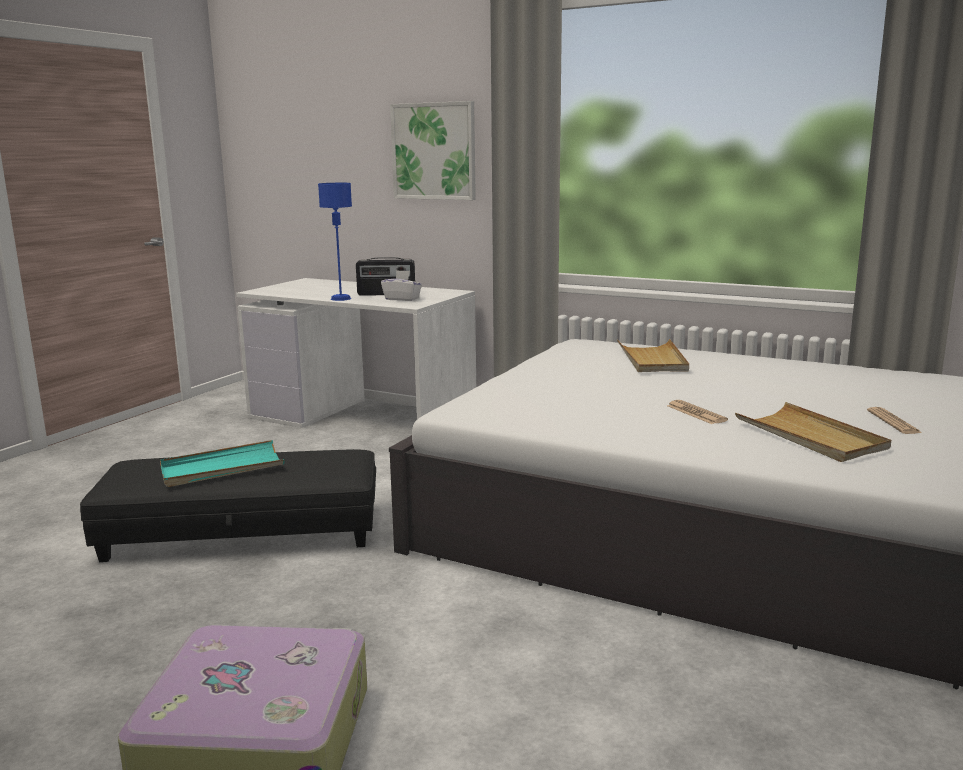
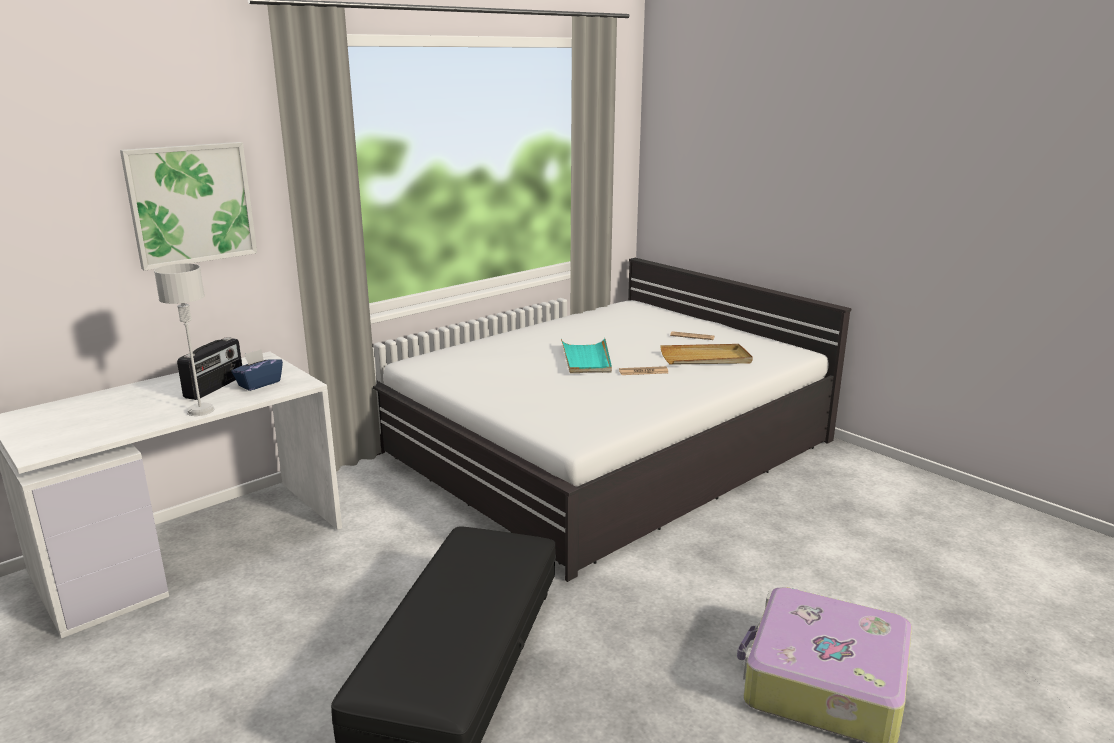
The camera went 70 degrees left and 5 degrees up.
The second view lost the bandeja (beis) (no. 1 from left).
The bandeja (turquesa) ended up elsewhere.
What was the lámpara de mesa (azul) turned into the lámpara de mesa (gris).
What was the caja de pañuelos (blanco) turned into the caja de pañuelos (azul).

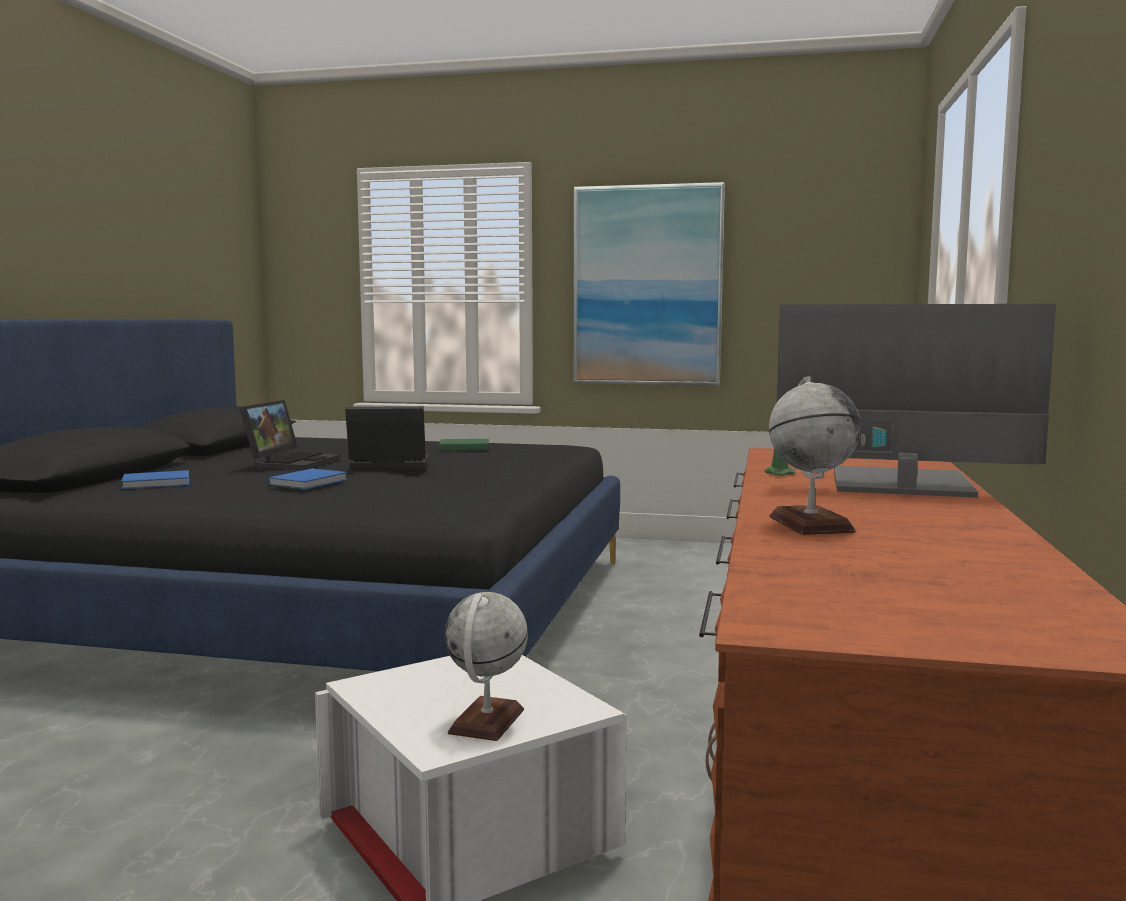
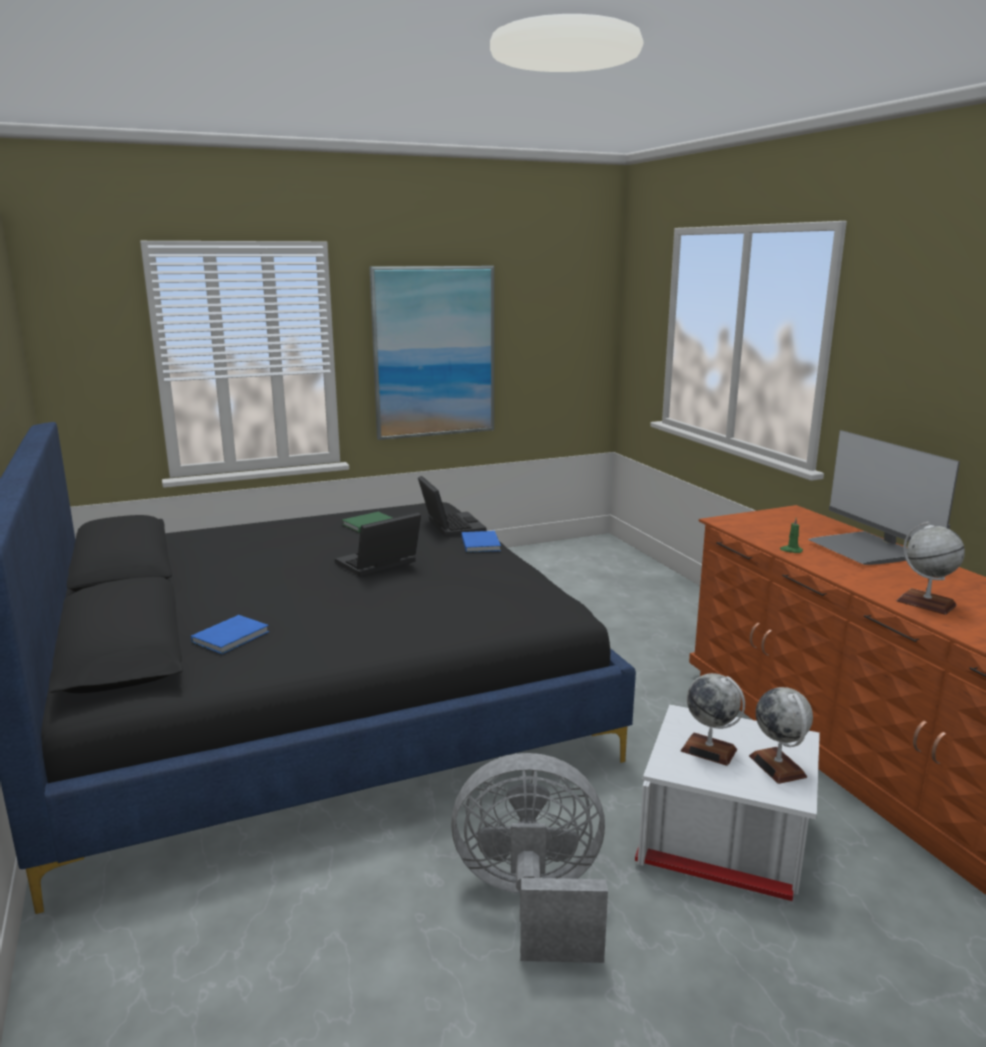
The camera went 35 degrees left and 10 degrees up.
The second view gained the ventilador (gris).
The second view gained the globo terráqueo (no. 1 from left).
The portátil (no. 1 from left in the first image) ended up elsewhere.
The libro (azul) (no. 2 from left) ended up elsewhere.
The monitor ended up facing another way, 90 degrees counterclockwise from before.

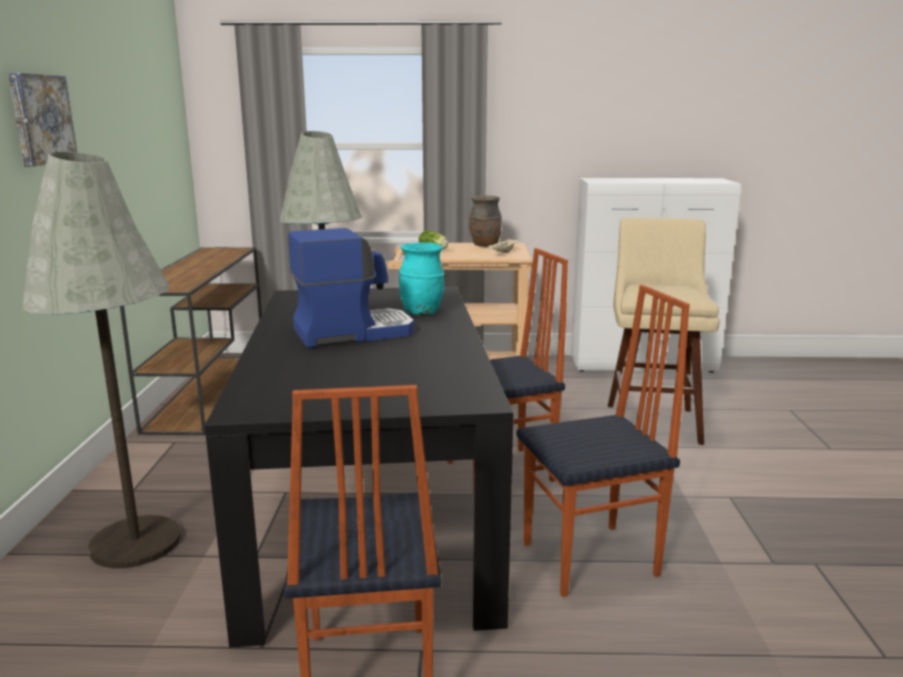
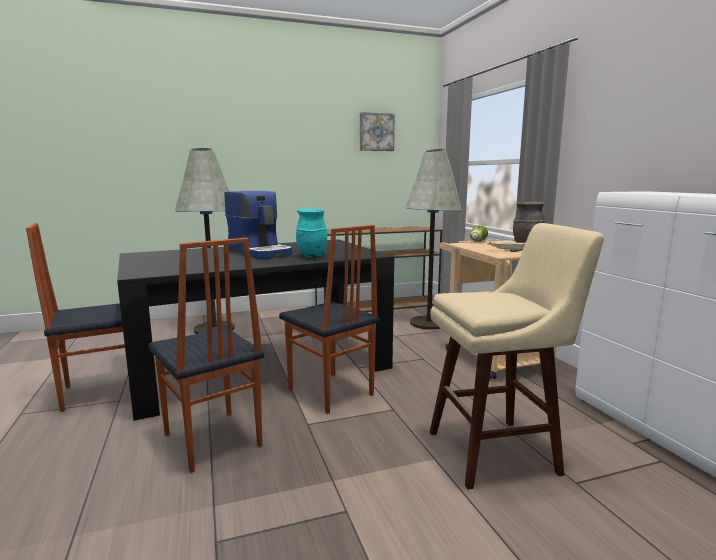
The camera went 70 degrees right and 5 degrees down.
The cuadro ended up elsewhere.

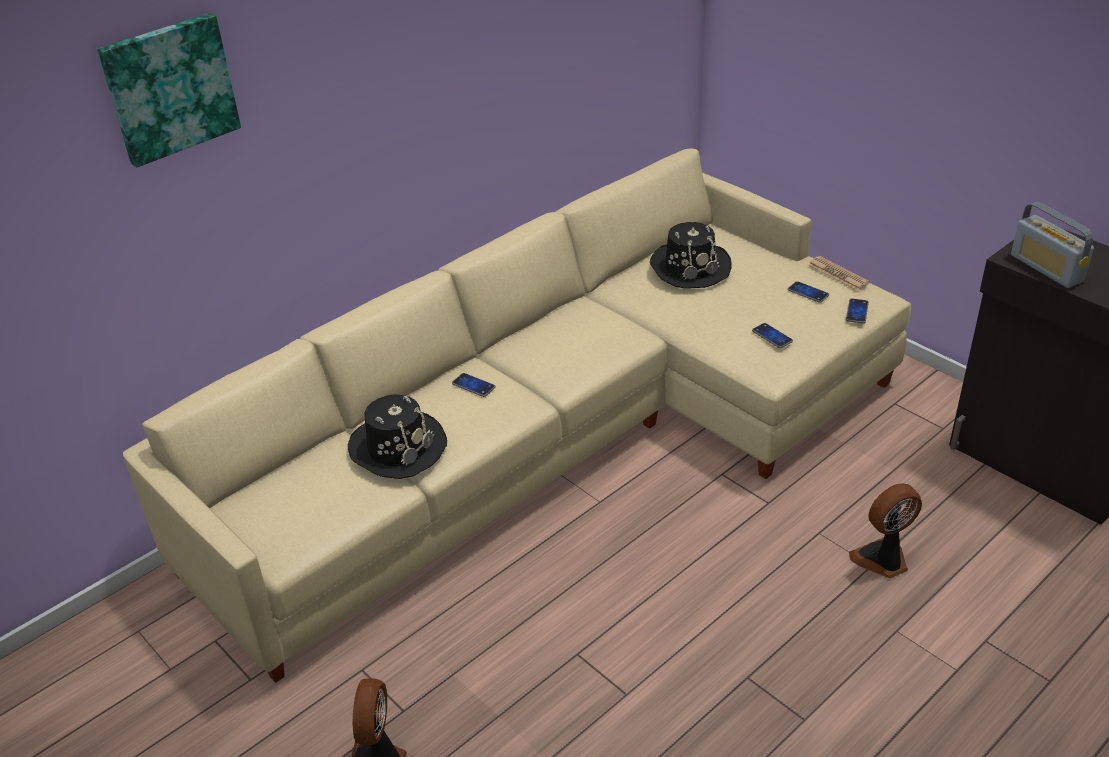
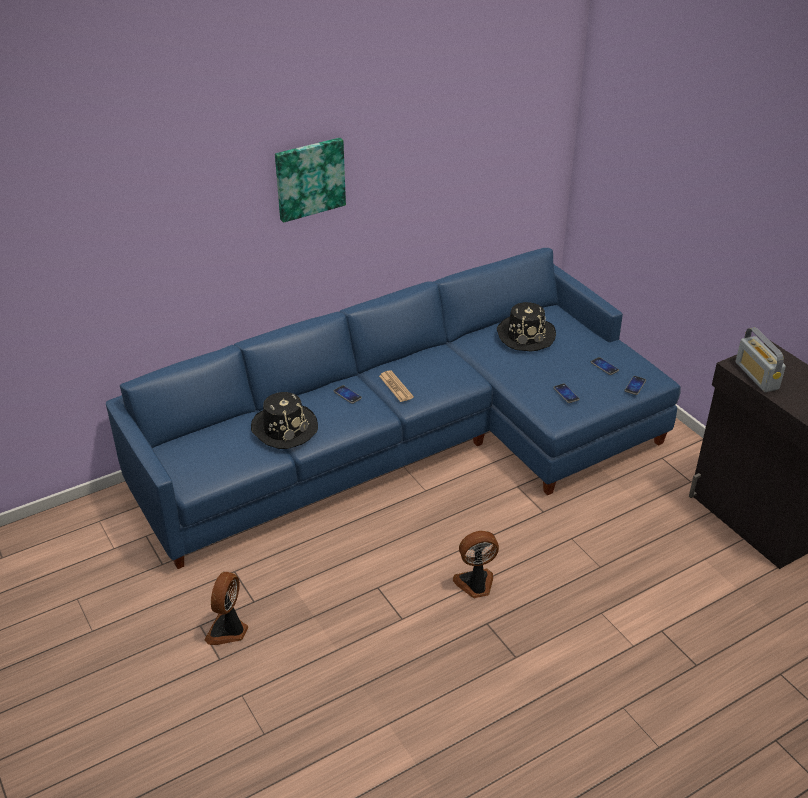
The camera went 10 degrees right and 0 degrees up.
The cuadro ended up elsewhere.
The periódico ended up elsewhere.
The ventilador (no. 2 from left) ended up elsewhere.
What was the sofá (beis) turned into the sofá (azul).

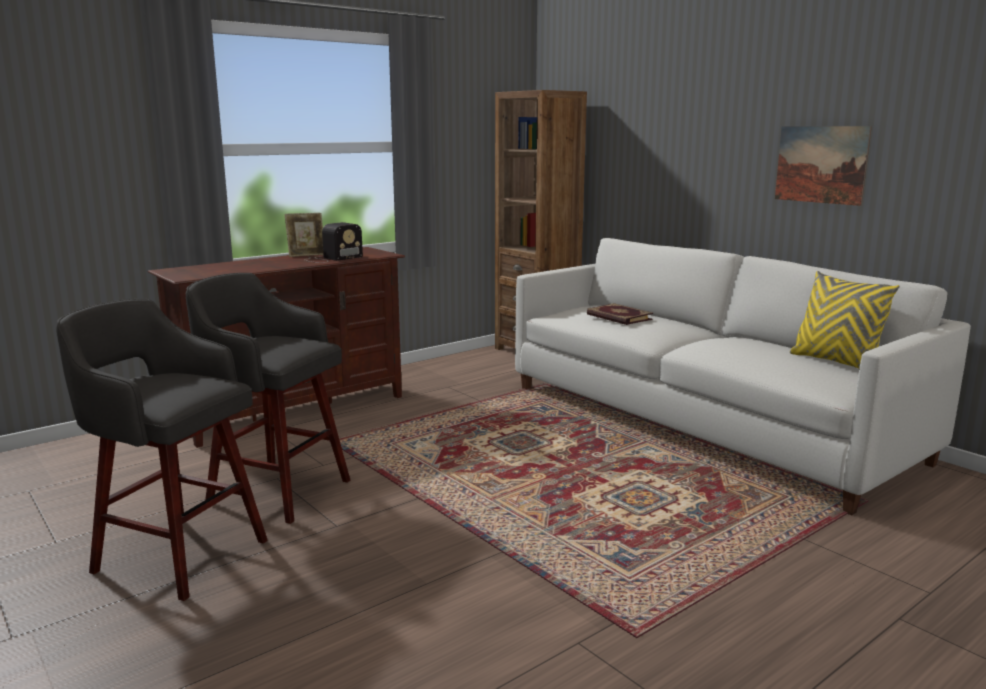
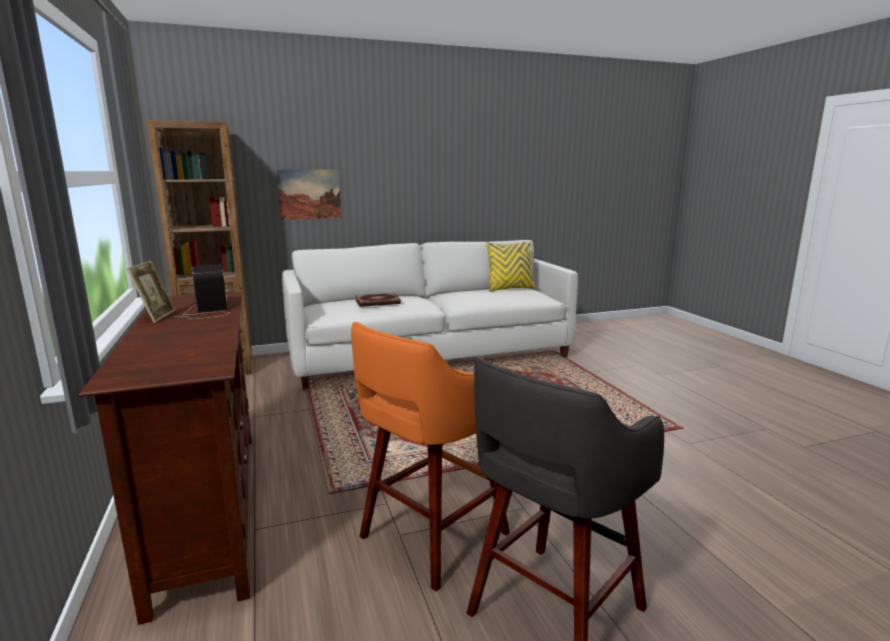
The camera went 70 degrees left and 0 degrees up.
The cuadro ended up elsewhere.
What was the taburete (gris) (no. 2 from left) turned into the taburete (naranja).

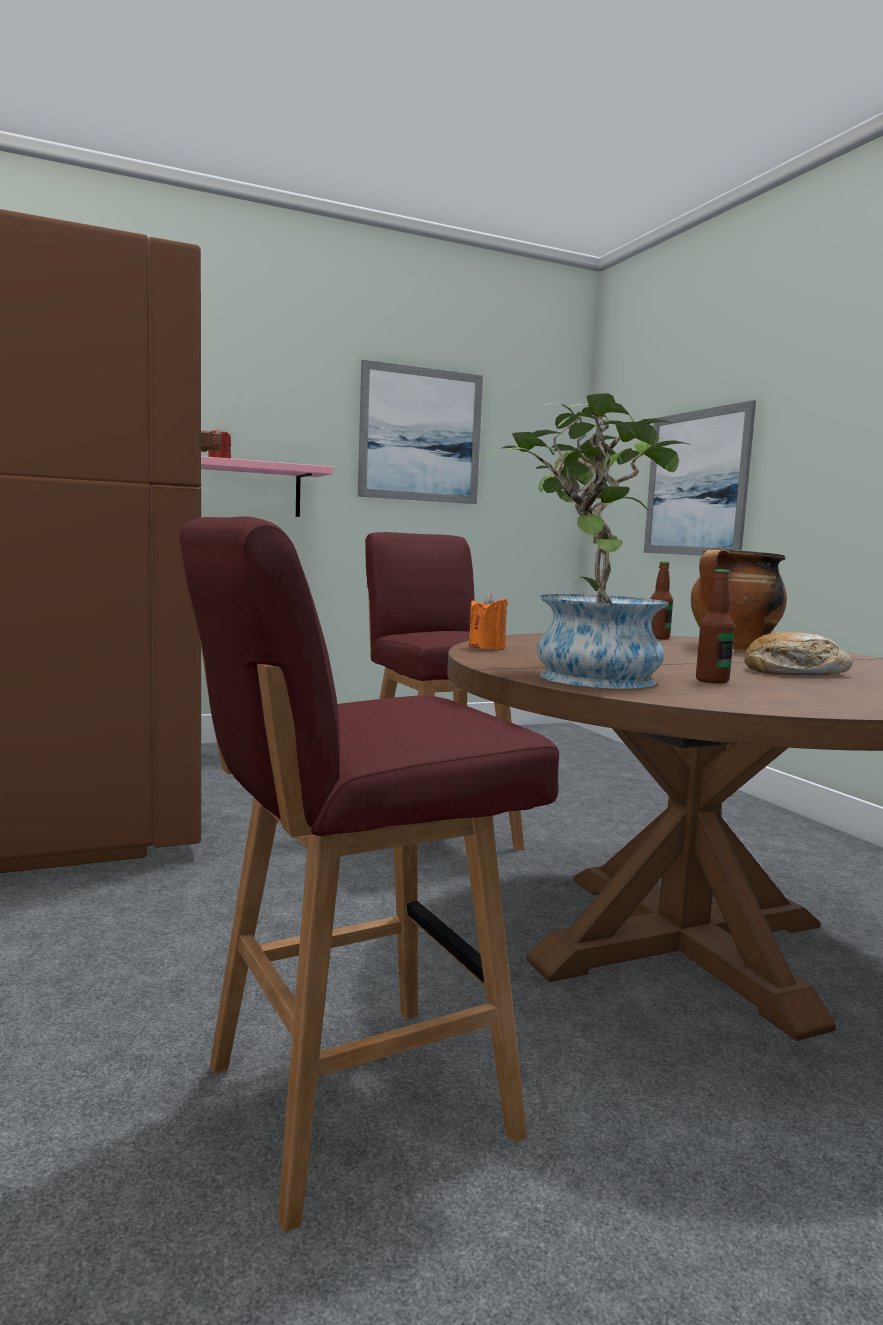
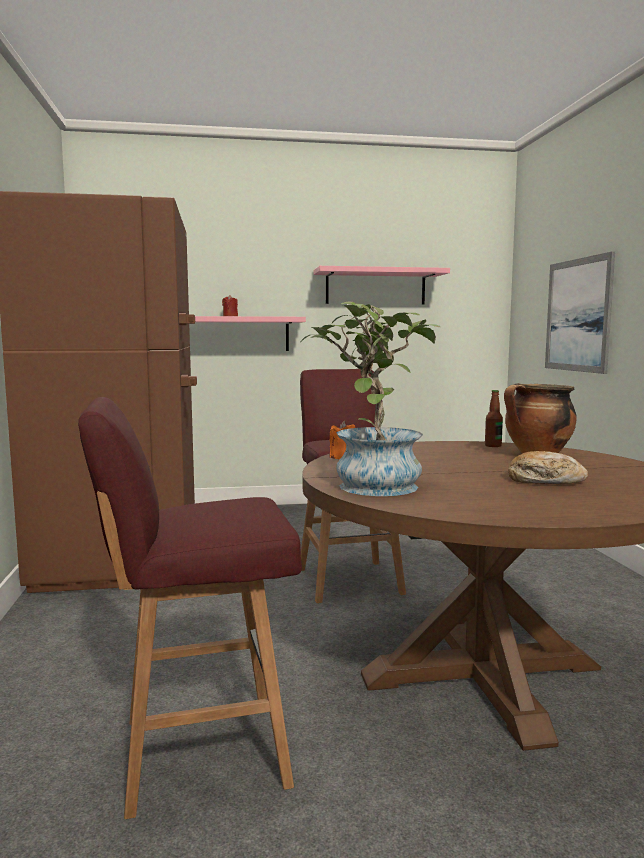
The camera went 15 degrees right and 0 degrees up.
The second view lost the botella (no. 2 from left).
Where the cuadro (no. 1 from left) hung, the estante (rosa) (no. 2 from left) came to hang.

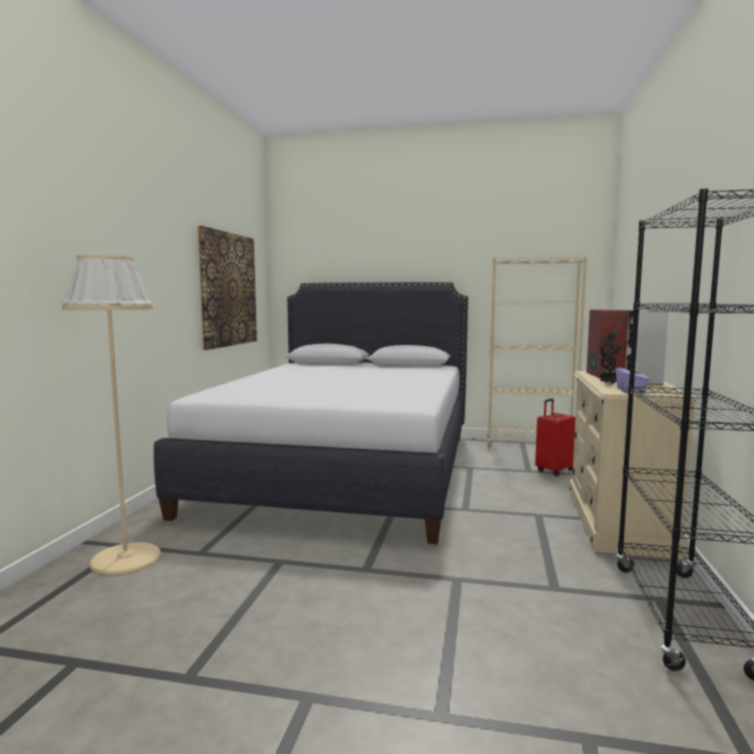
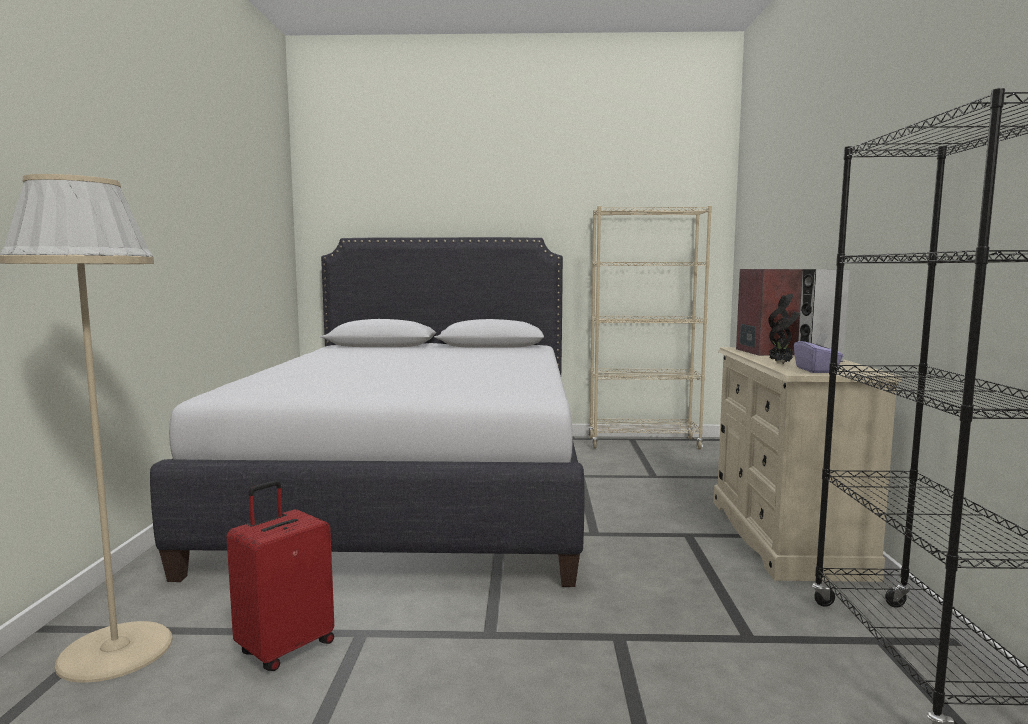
The camera went 10 degrees left and 0 degrees up.
The second view lost the cuadro.
The maleta (rojo) ended up elsewhere.

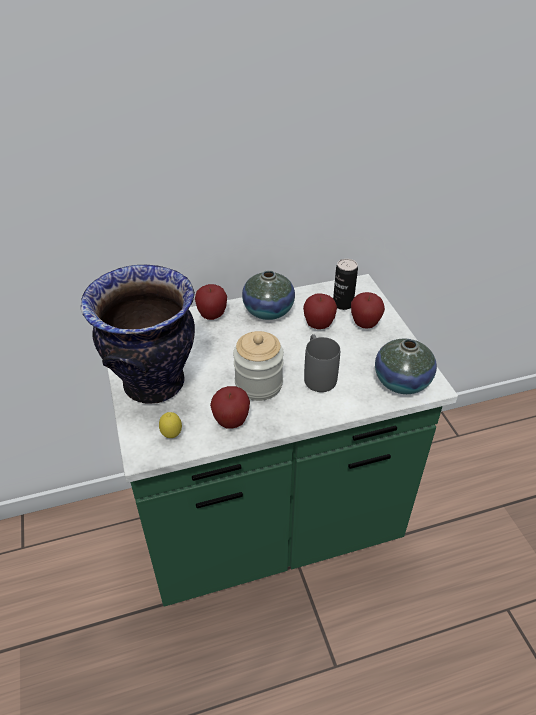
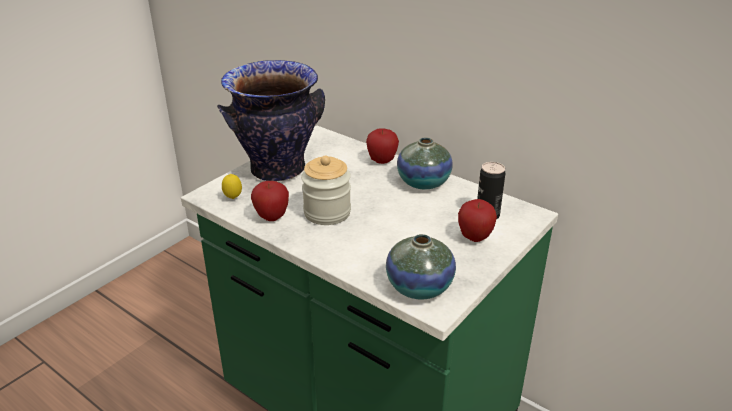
The camera went 55 degrees right and 10 degrees down.
The second view lost the manzana (no. 3 from left).
The second view lost the taza grande (gris).

